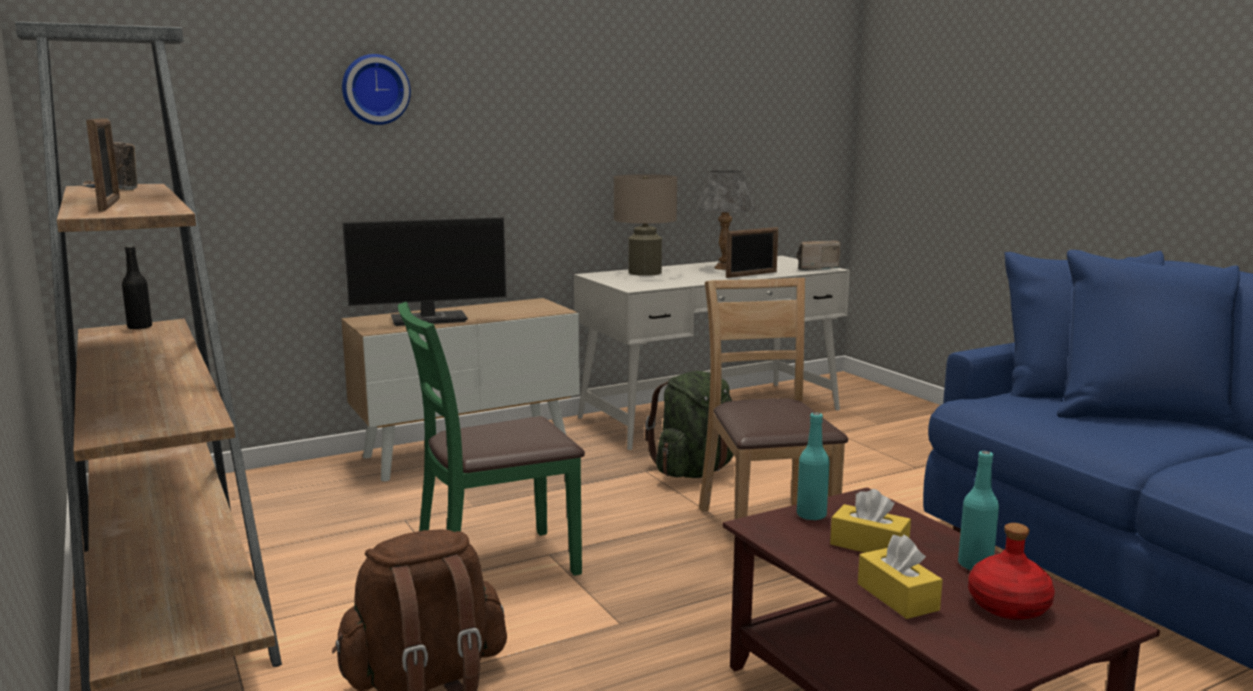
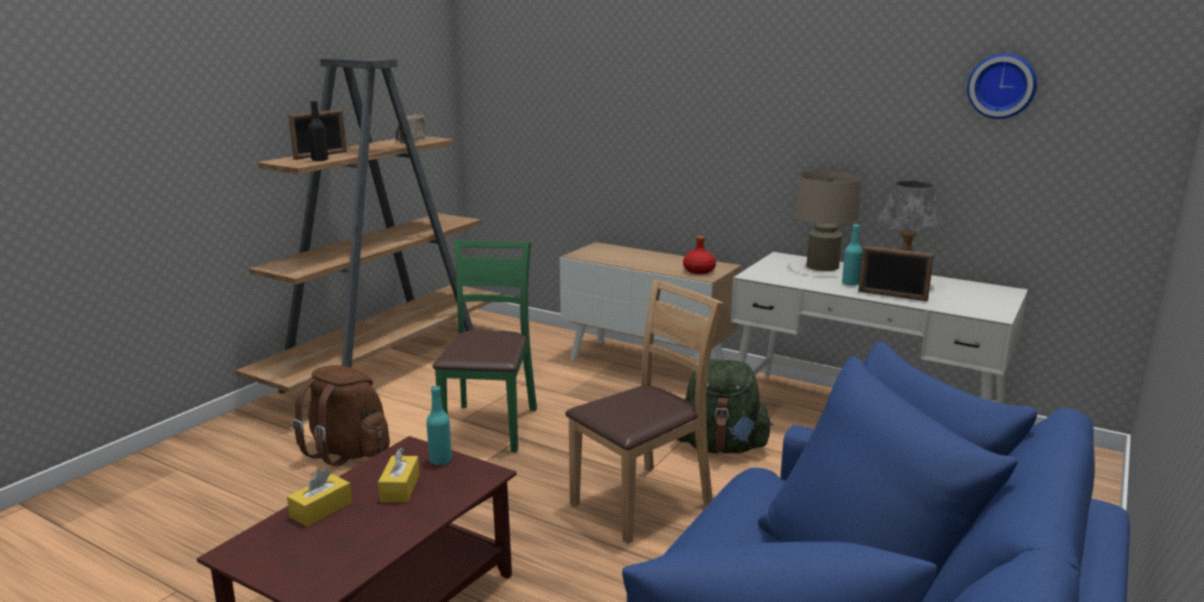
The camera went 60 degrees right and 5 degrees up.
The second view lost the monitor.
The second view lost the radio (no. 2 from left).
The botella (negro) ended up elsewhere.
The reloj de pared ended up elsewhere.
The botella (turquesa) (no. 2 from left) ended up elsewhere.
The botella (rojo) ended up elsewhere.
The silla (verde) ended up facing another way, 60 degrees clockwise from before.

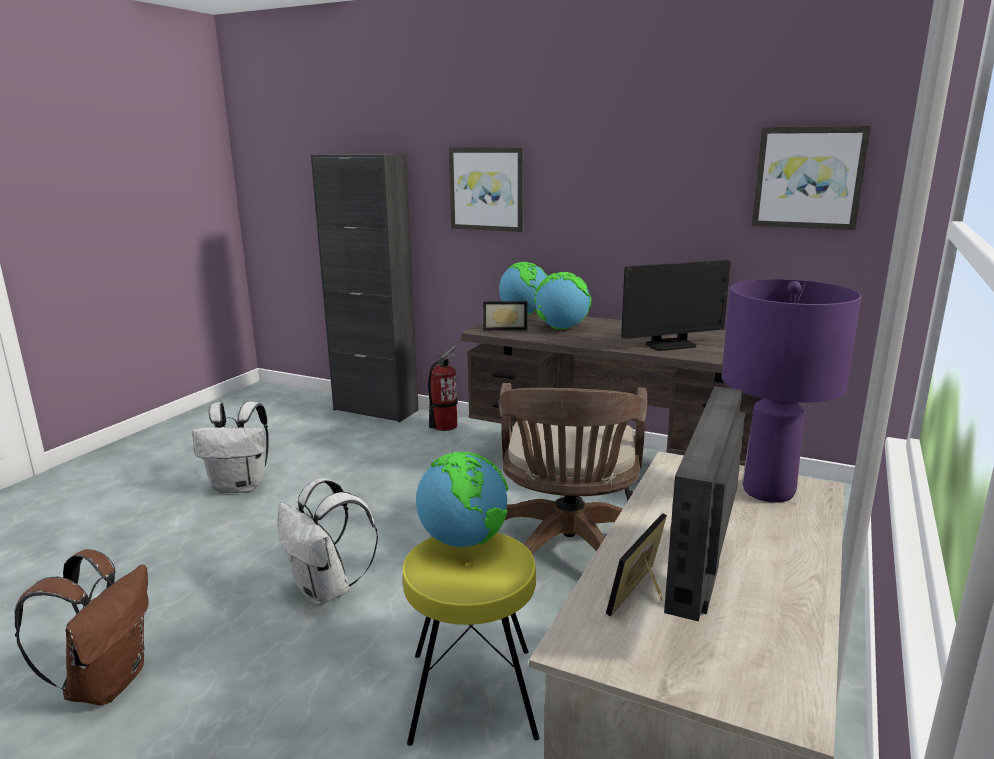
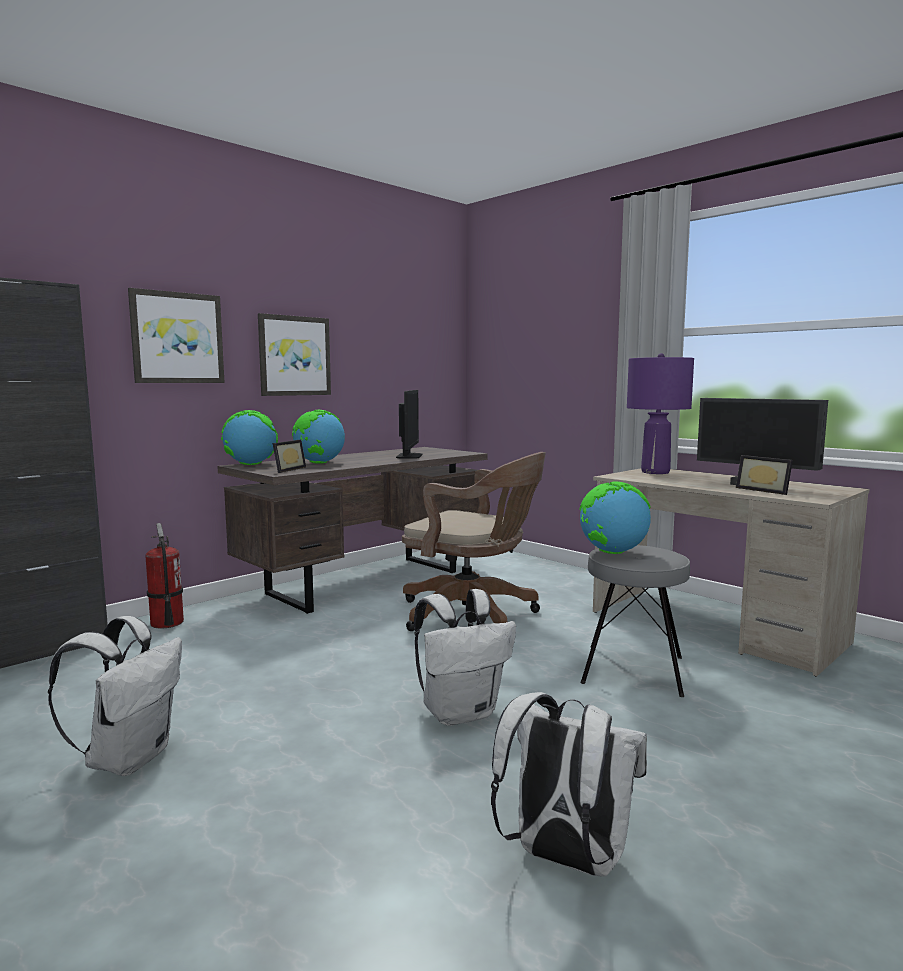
The camera went 70 degrees left and 10 degrees down.
The cuadro (no. 2 from left) ended up elsewhere.
What was the mochila (marrón) turned into the mochila (blanco) (no. 3 from left).
What was the taburete (amarillo) turned into the taburete (gris).

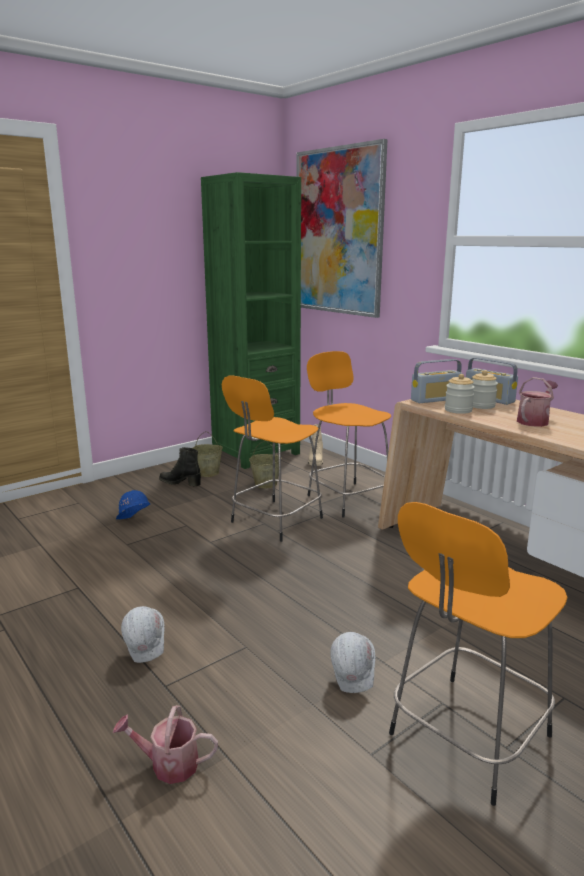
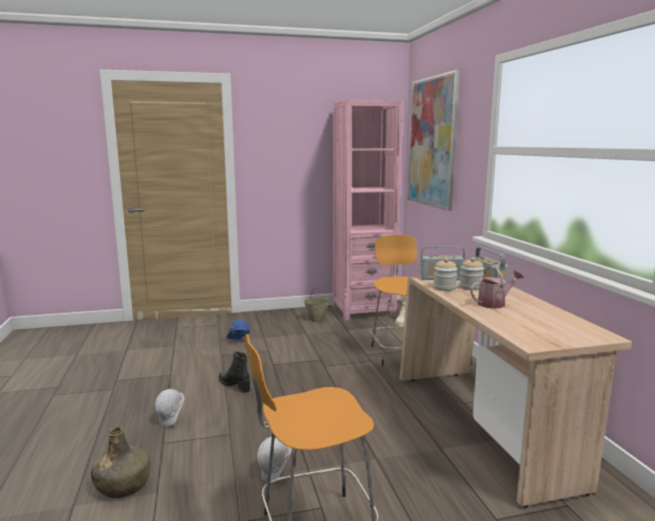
The camera went 25 degrees right and 5 degrees down.
The second view lost the taburete (naranja) (no. 1 from left).
The second view lost the cubo (beis) (no. 2 from left).
The bota (negro) ended up elsewhere.
Where the regadera (no. 1 from left) stood, the botella (verde) came to stand.
What was the estantería (verde) turned into the estantería (rosa).

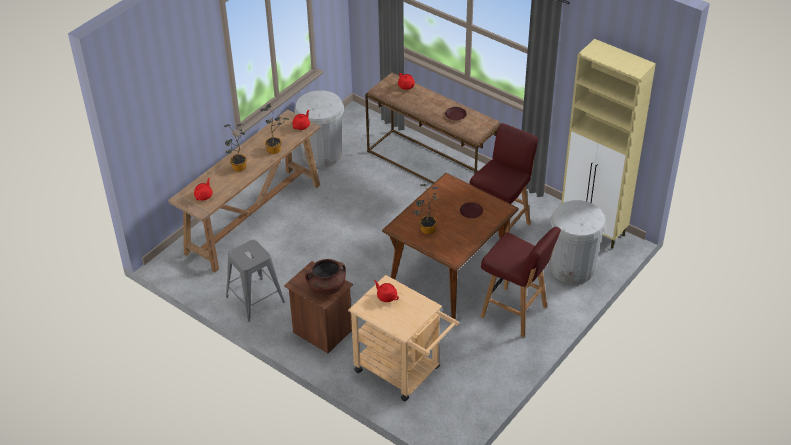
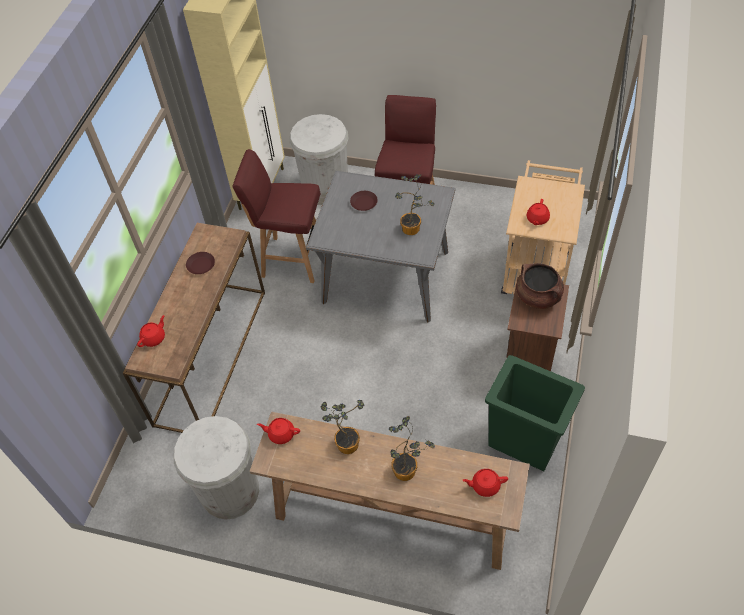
The camera went 110 degrees left and 10 degrees up.
Where the taburete (gris) stood, the papelera (verde) came to stand.
What was the mesa de comedor (marrón) turned into the mesa de comedor (gris).

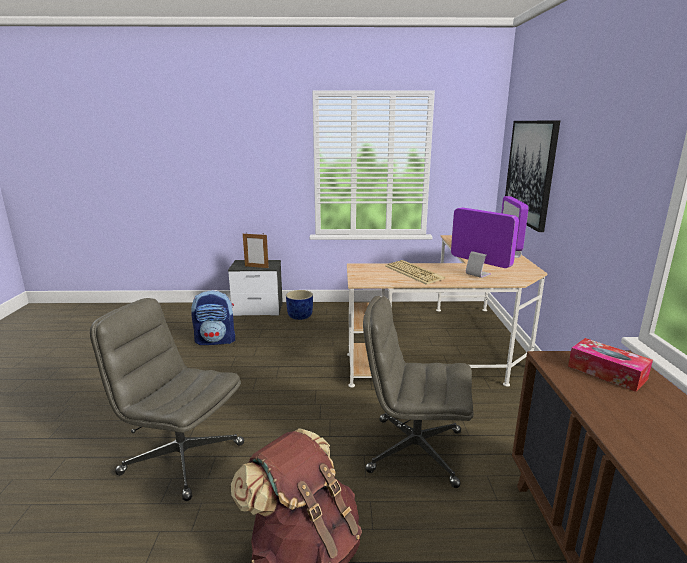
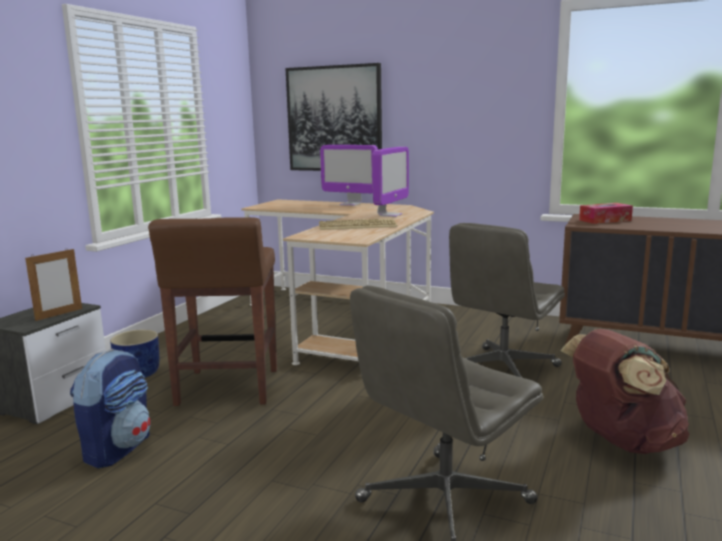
The camera went 65 degrees left and 5 degrees down.
The second view gained the taburete (marrón).
The monitor (no. 1 from left in the first image) ended up facing another way, 135 degrees clockwise from before.

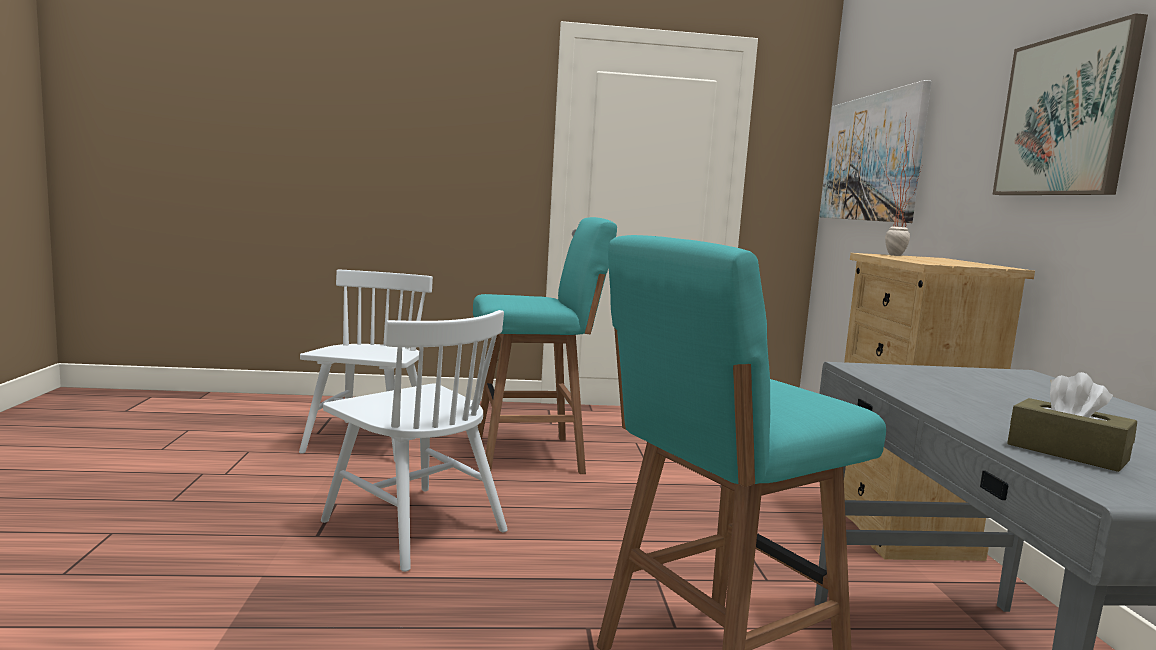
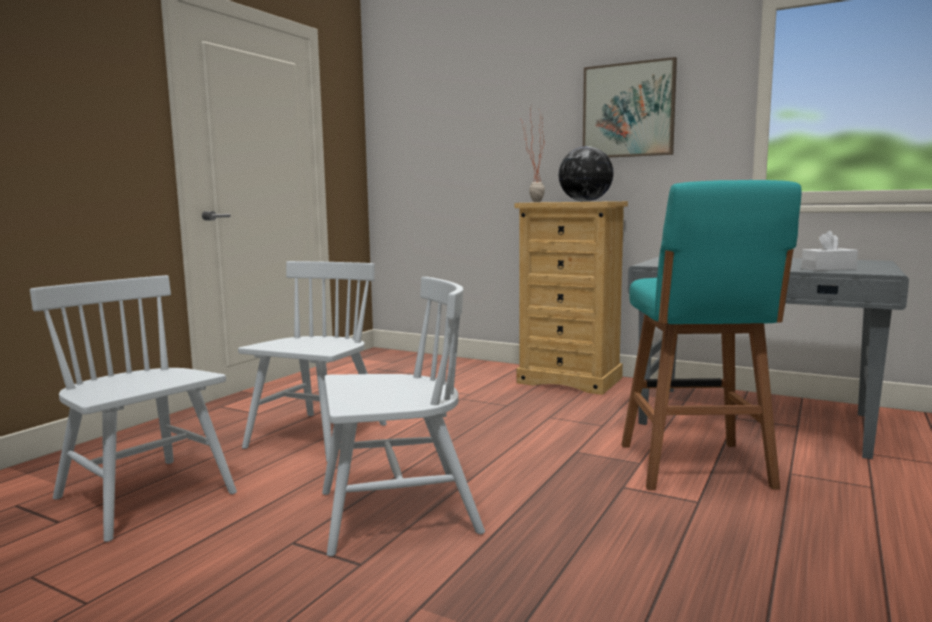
The camera went 55 degrees left and 0 degrees up.
The second view lost the cuadro (no. 1 from left).
The second view gained the globo terráqueo.
Where the taburete (turquesa) (no. 1 from left) stood, the silla (blanco) (no. 2 from left) came to stand.
What was the caja de pañuelos (marrón) turned into the caja de pañuelos (blanco).

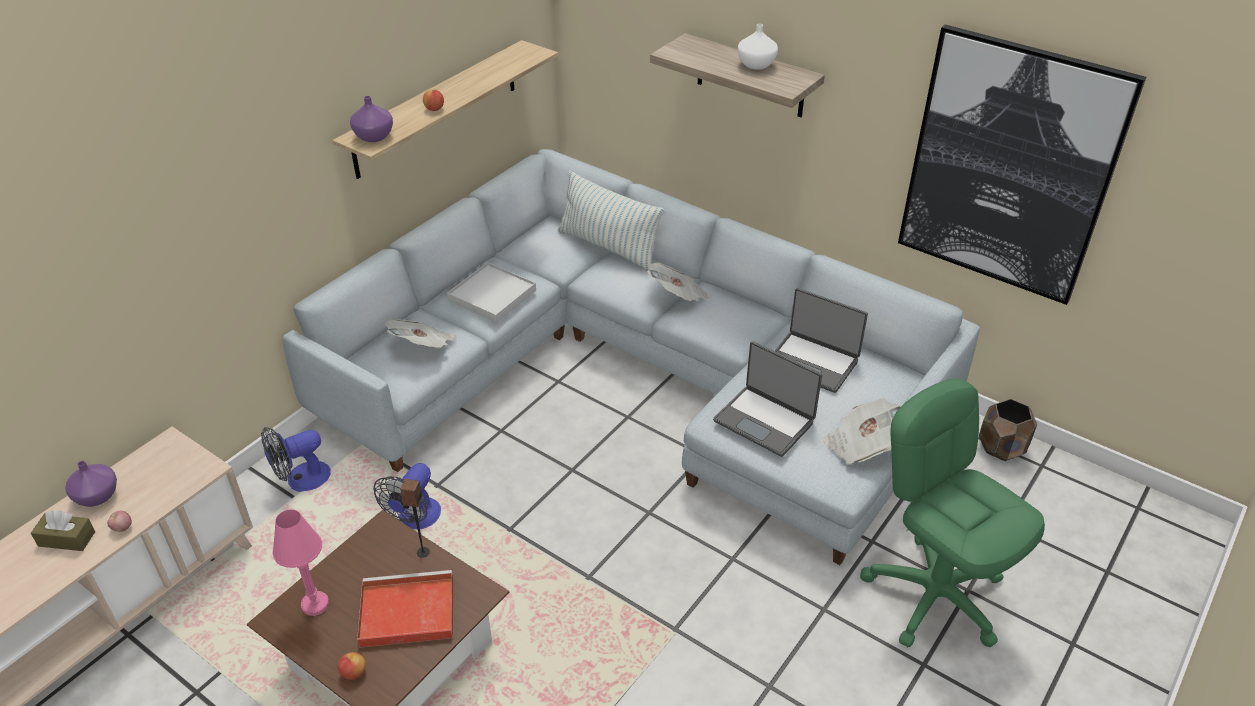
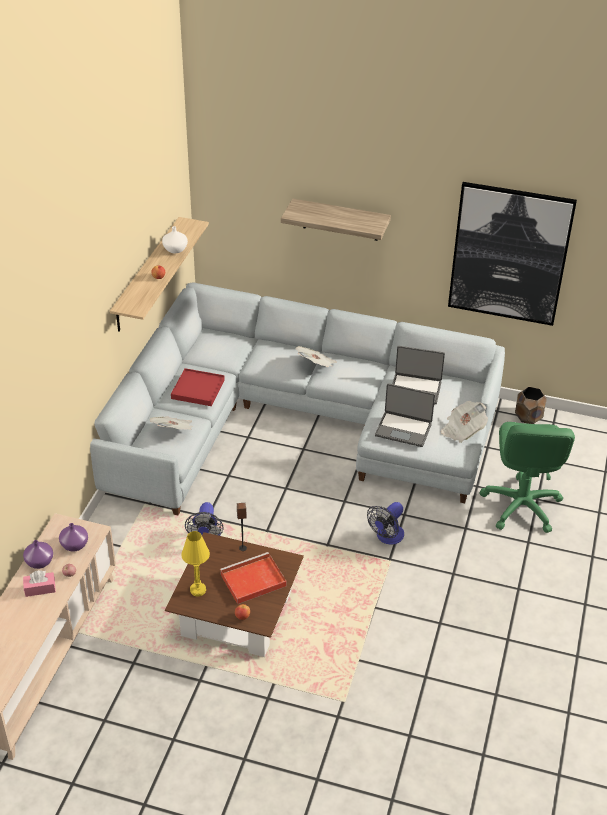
The camera went 20 degrees left and 0 degrees up.
The second view lost the cojín.
The ventilador (no. 1 from left in the first image) ended up elsewhere.
The florero (morado) (no. 2 from left) ended up elsewhere.
The florero (blanco) ended up elsewhere.
What was the caja de pañuelos (marrón) turned into the caja de pañuelos (rosa).
What was the lámpara de mesa (rosa) turned into the lámpara de mesa (amarillo).
What was the bandeja (blanco) turned into the bandeja (rojo) (no. 1 from left).
The silla de oficina (verde) ended up facing another way, 120 degrees counterclockwise from before.

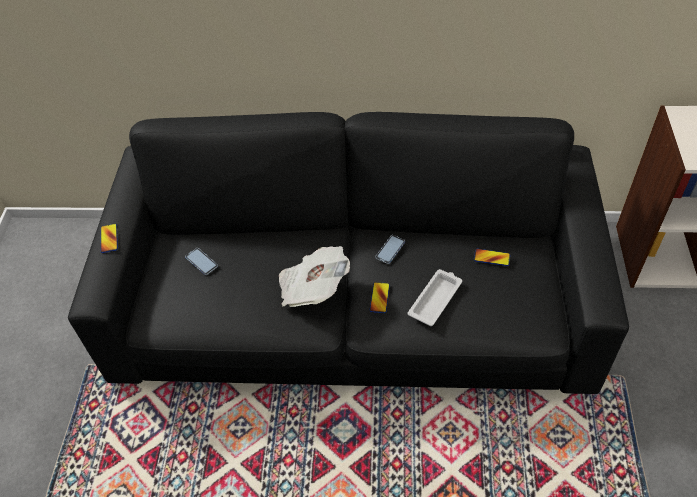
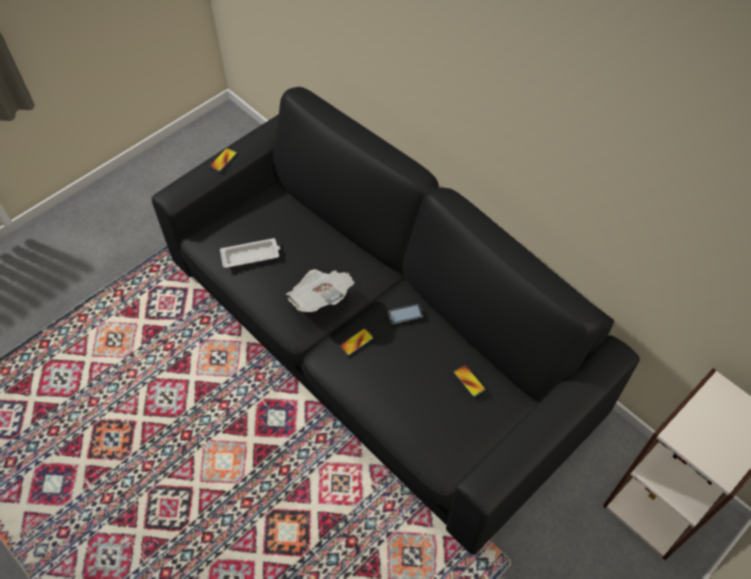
The camera went 40 degrees right and 5 degrees up.
The second view lost the móvil (no. 2 from left).
The bandeja (blanco) ended up elsewhere.

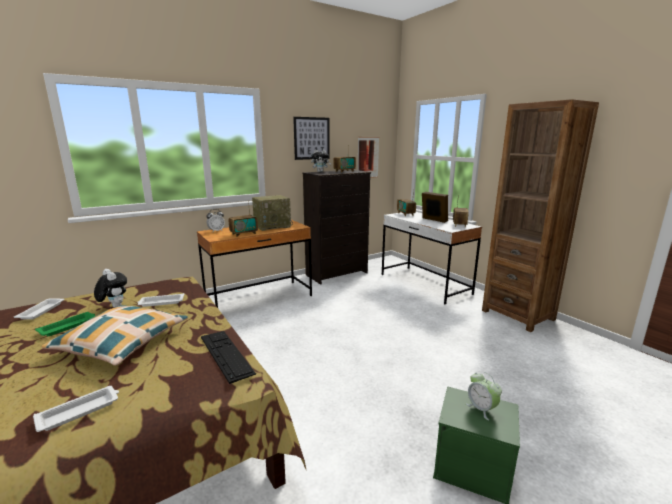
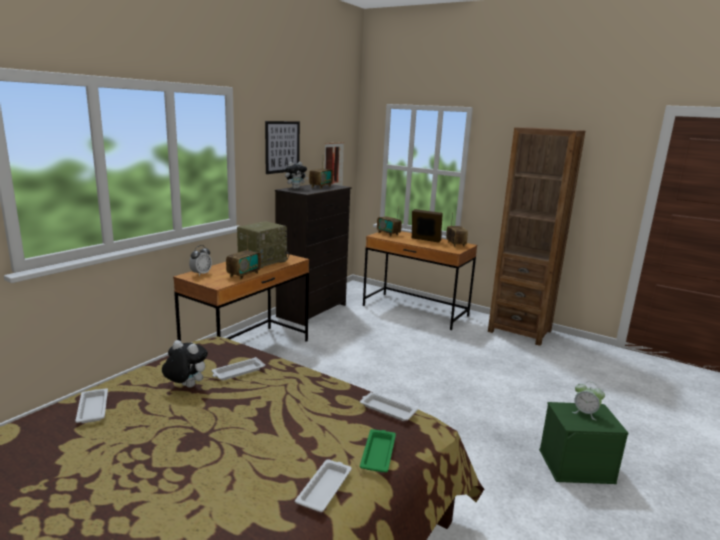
The camera went 25 degrees left and 0 degrees up.
The second view lost the cojín.
The bandeja (verde) ended up elsewhere.
Where the teclado stood, the bandeja (blanco) (no. 4 from left) came to stand.
What was the escritorio (blanco) turned into the escritorio (marrón) (no. 2 from left).

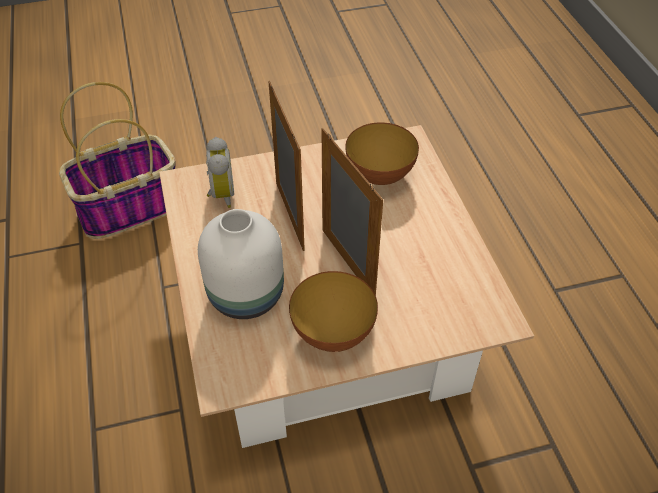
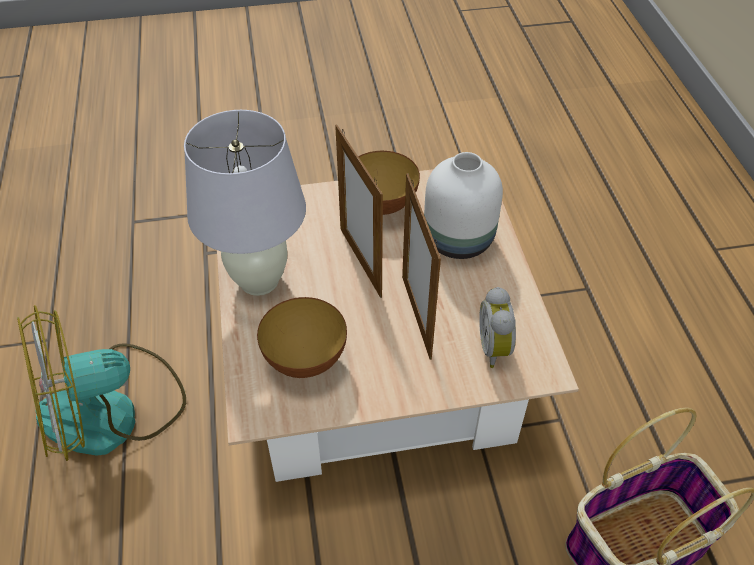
The camera went 175 degrees left and 0 degrees up.
The second view gained the ventilador.
The second view gained the lámpara de mesa (blanco).

